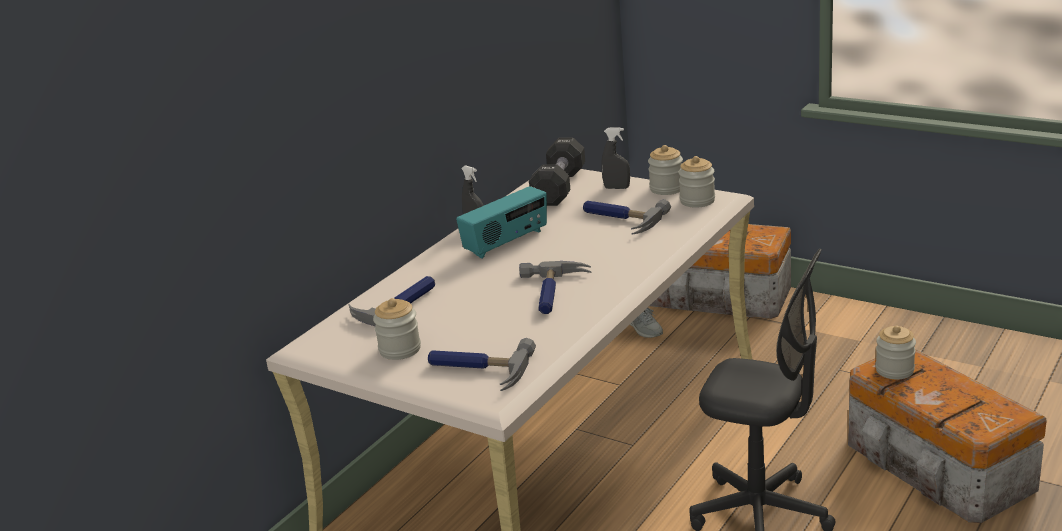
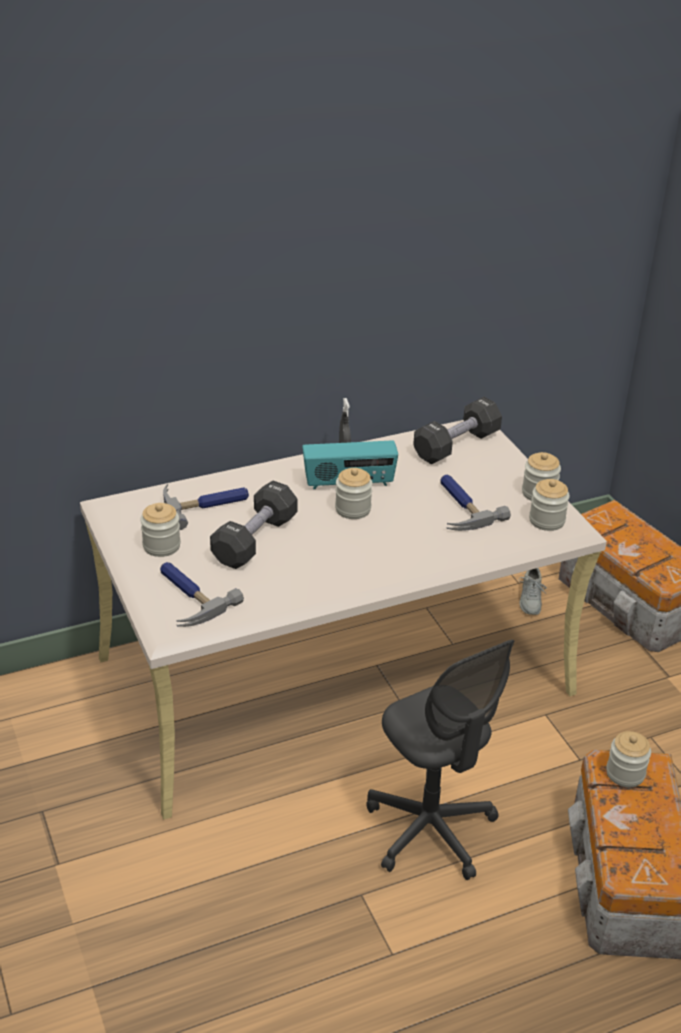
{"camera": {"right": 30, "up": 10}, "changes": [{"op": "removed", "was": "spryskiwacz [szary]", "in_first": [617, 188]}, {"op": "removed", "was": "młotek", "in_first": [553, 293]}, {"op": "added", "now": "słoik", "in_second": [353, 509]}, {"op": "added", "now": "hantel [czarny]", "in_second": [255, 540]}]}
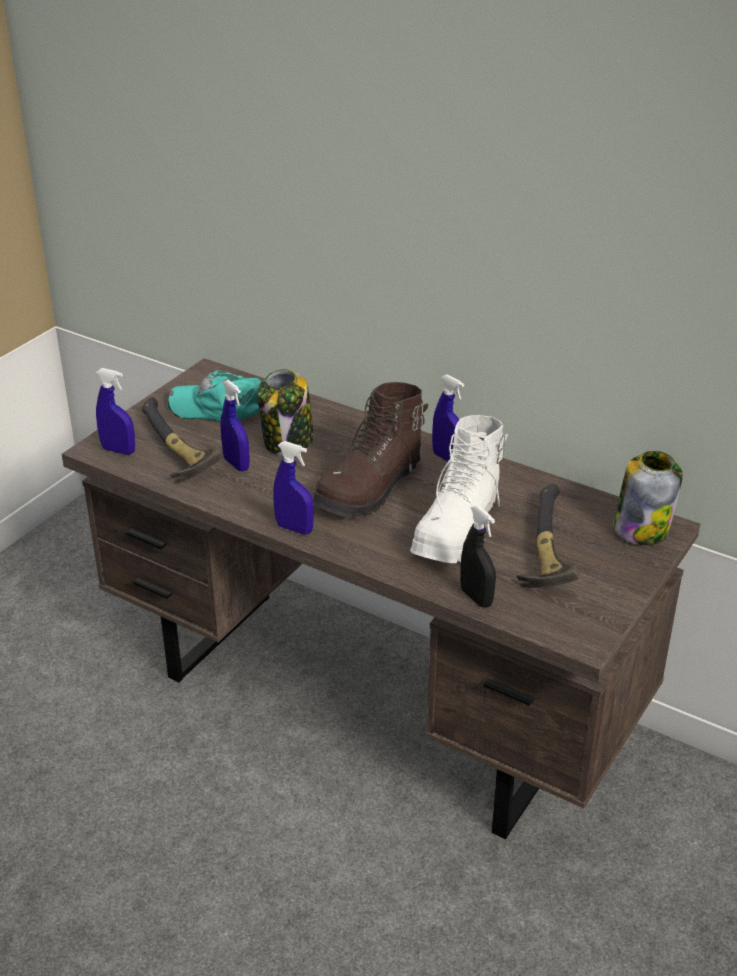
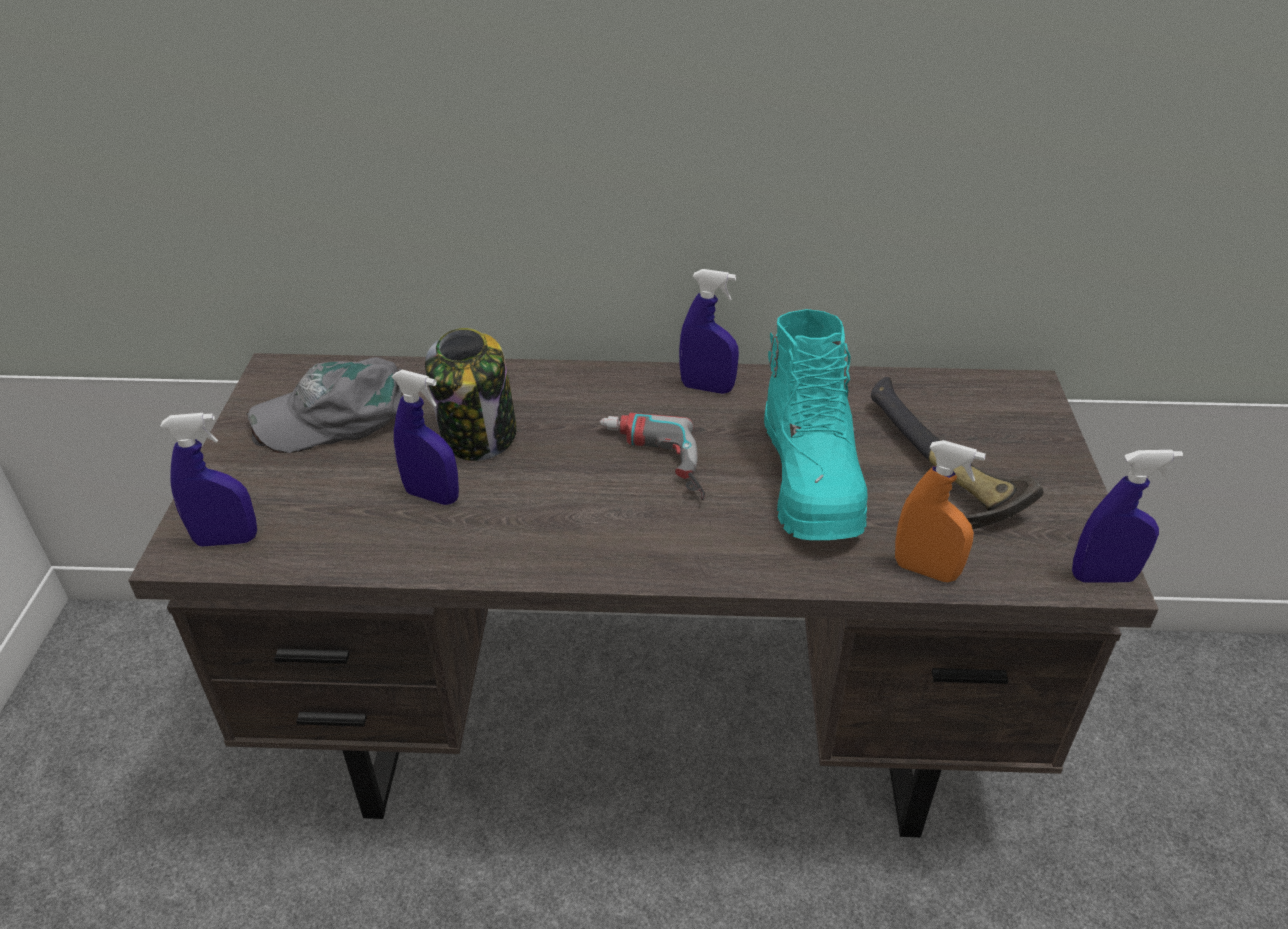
{"camera": {"right": -30, "up": 5}, "changes": [{"op": "recoloured", "was": "czapka z daszkiem [turkusowy]", "now": "czapka z daszkiem [szary]", "in_first": [221, 405], "in_second": [337, 414]}, {"op": "replaced", "was": "but z cholewką [brązowy]", "now": "wiertarka", "in_first": [371, 489], "in_second": [650, 464]}, {"op": "removed", "was": "młotek", "in_first": [173, 451]}, {"op": "recoloured", "was": "but z cholewką [biały]", "now": "but z cholewką [turkusowy]", "in_first": [459, 529], "in_second": [811, 480]}, {"op": "moved", "was": "spryskiwacz [niebieski]", "in_first": [294, 528], "in_second": [1103, 577]}, {"op": "removed", "was": "słoik", "in_first": [641, 528]}, {"op": "recoloured", "was": "spryskiwacz [czarny]", "now": "spryskiwacz [pomarańczowy]", "in_first": [476, 597], "in_second": [925, 570]}]}
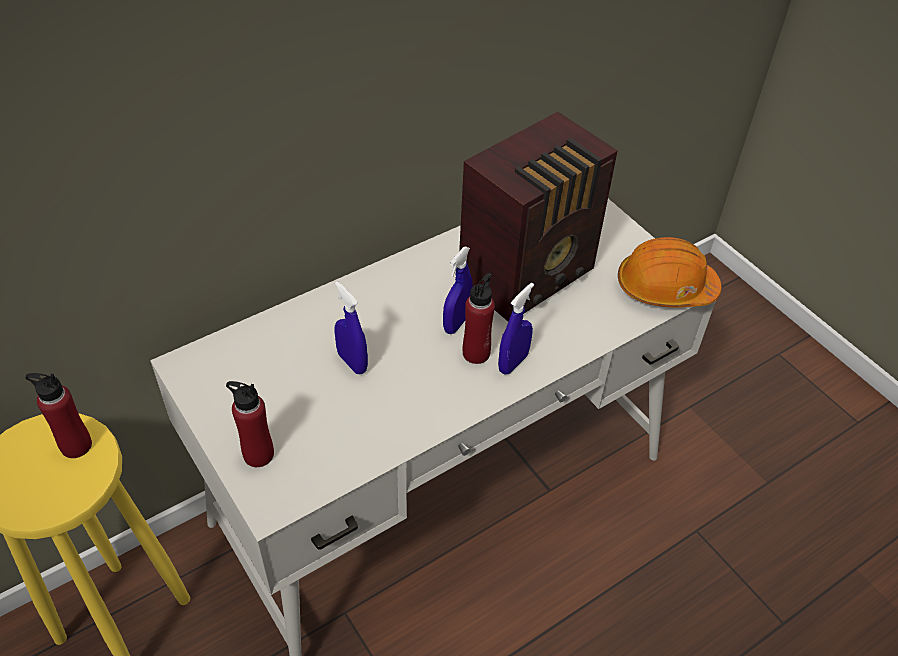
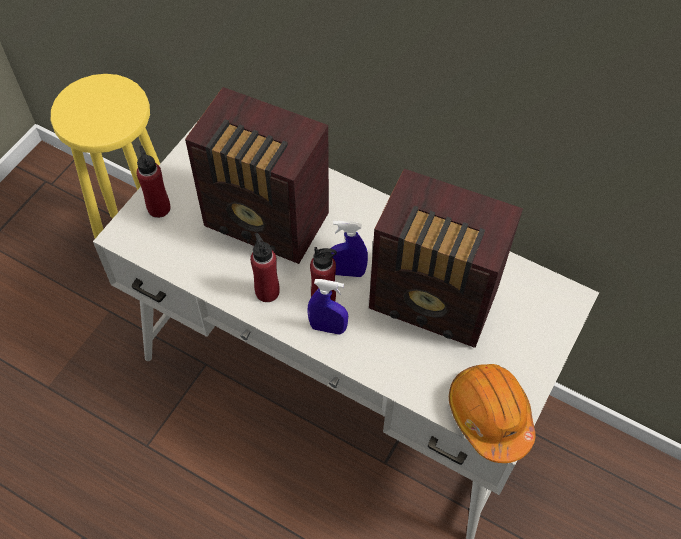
{"camera": {"right": 65, "up": 10}, "changes": [{"op": "replaced", "was": "spryskiwacz [niebieski]", "now": "radio", "in_first": [352, 362], "in_second": [268, 223]}, {"op": "moved", "was": "butelka [czerwony]", "in_first": [76, 445], "in_second": [267, 291]}]}
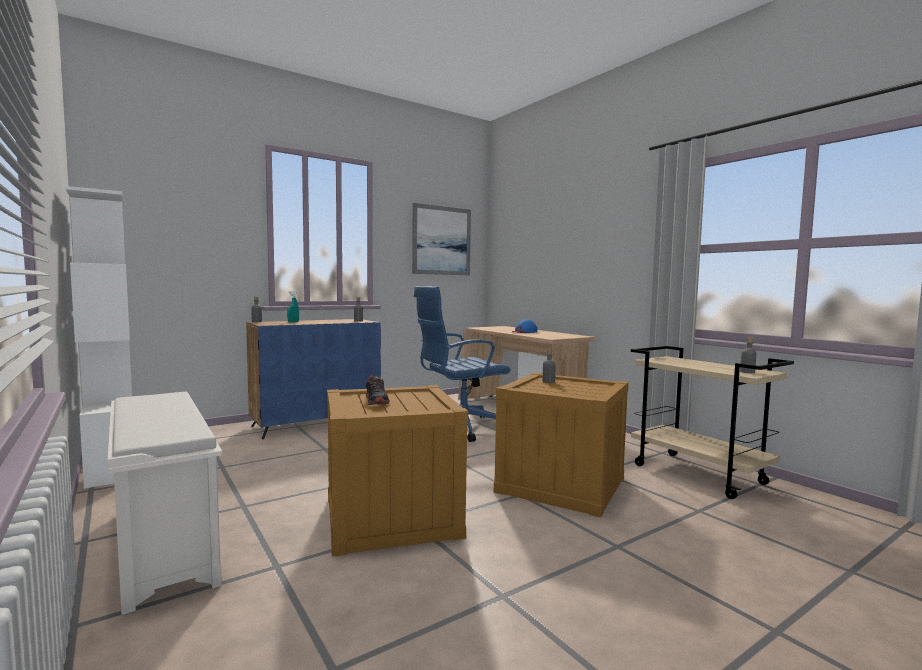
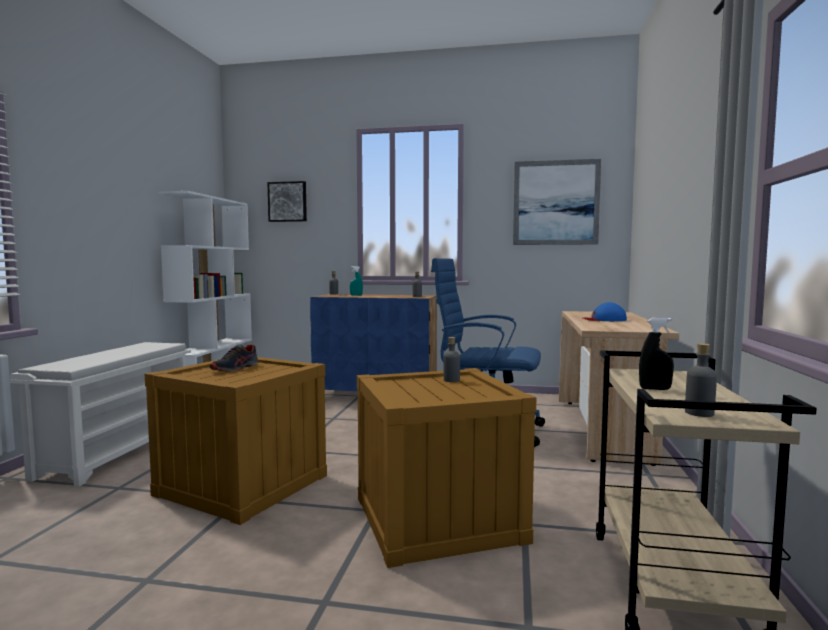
{"camera": {"right": 45, "up": 0}, "changes": [{"op": "added", "now": "obraz", "in_second": [288, 202]}, {"op": "added", "now": "spryskiwacz [czarny]", "in_second": [655, 389]}]}
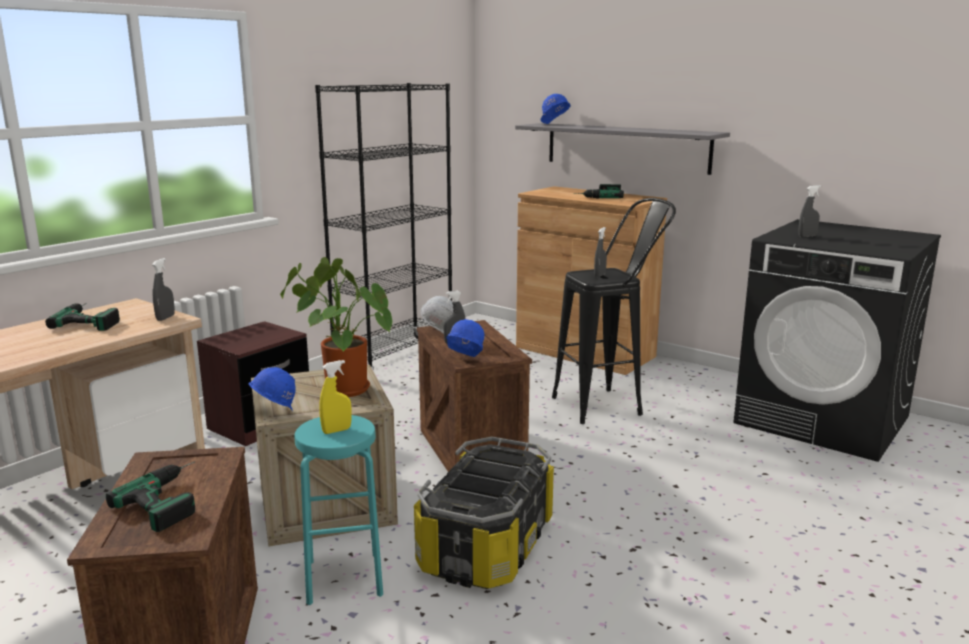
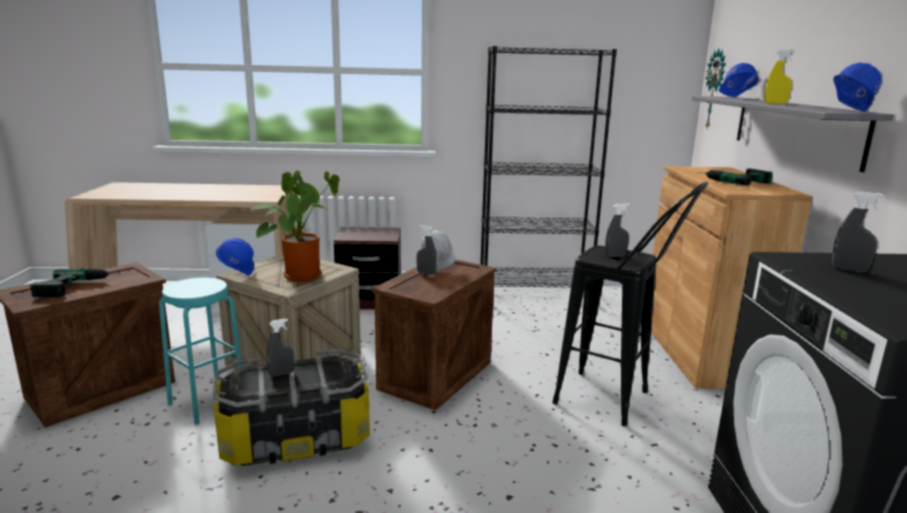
{"camera": {"right": 50, "up": 0}, "changes": [{"op": "moved", "was": "spryskiwacz [szary]", "in_first": [165, 318], "in_second": [281, 374]}, {"op": "removed", "was": "wiertarka", "in_first": [92, 320]}, {"op": "moved", "was": "kask [niebieski]", "in_first": [464, 361], "in_second": [848, 111]}, {"op": "moved", "was": "spryskiwacz [żółty]", "in_first": [336, 430], "in_second": [775, 103]}, {"op": "added", "now": "zegar ścienny", "in_second": [716, 89]}]}
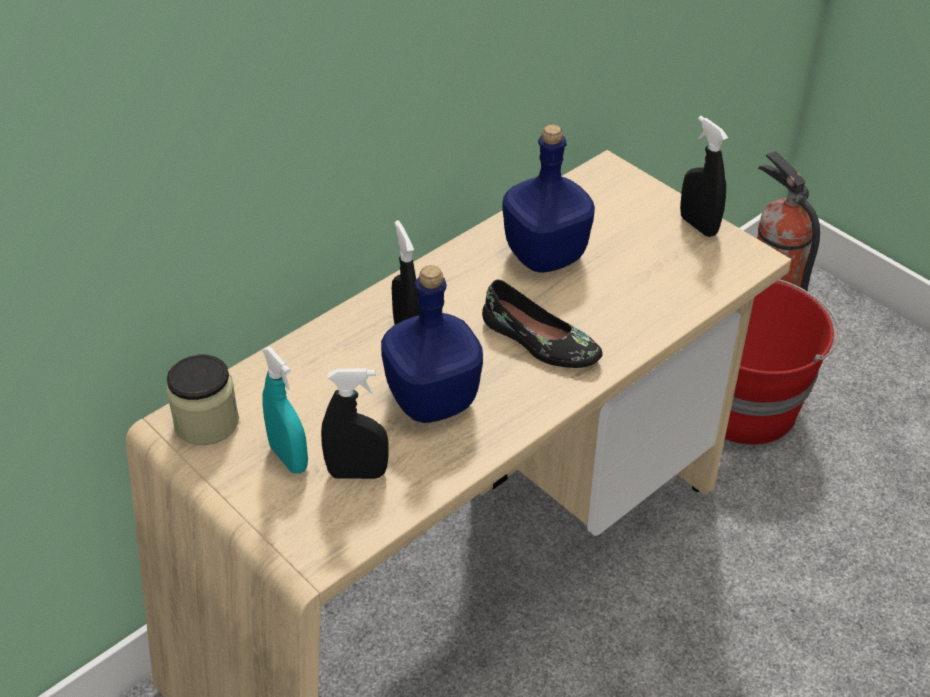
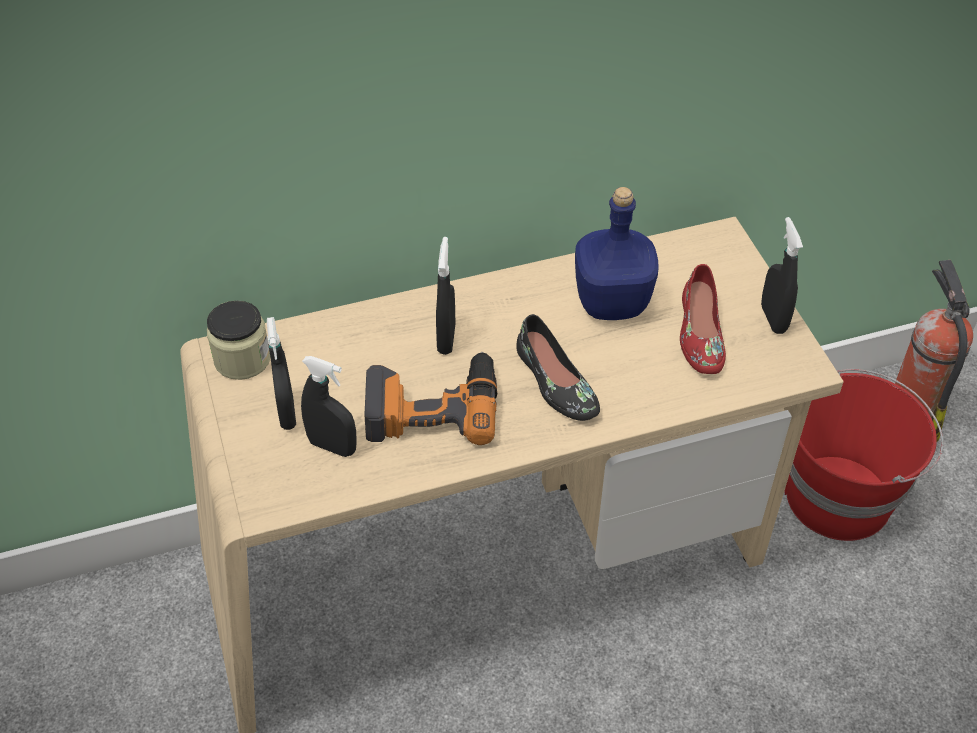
{"camera": {"right": 25, "up": 5}, "changes": [{"op": "replaced", "was": "butelka [niebieski]", "now": "wiertarka", "in_first": [433, 401], "in_second": [432, 405]}, {"op": "recoloured", "was": "spryskiwacz [turkusowy]", "now": "spryskiwacz [czarny]", "in_first": [288, 458], "in_second": [287, 413]}, {"op": "added", "now": "but [czerwony]", "in_second": [699, 334]}]}
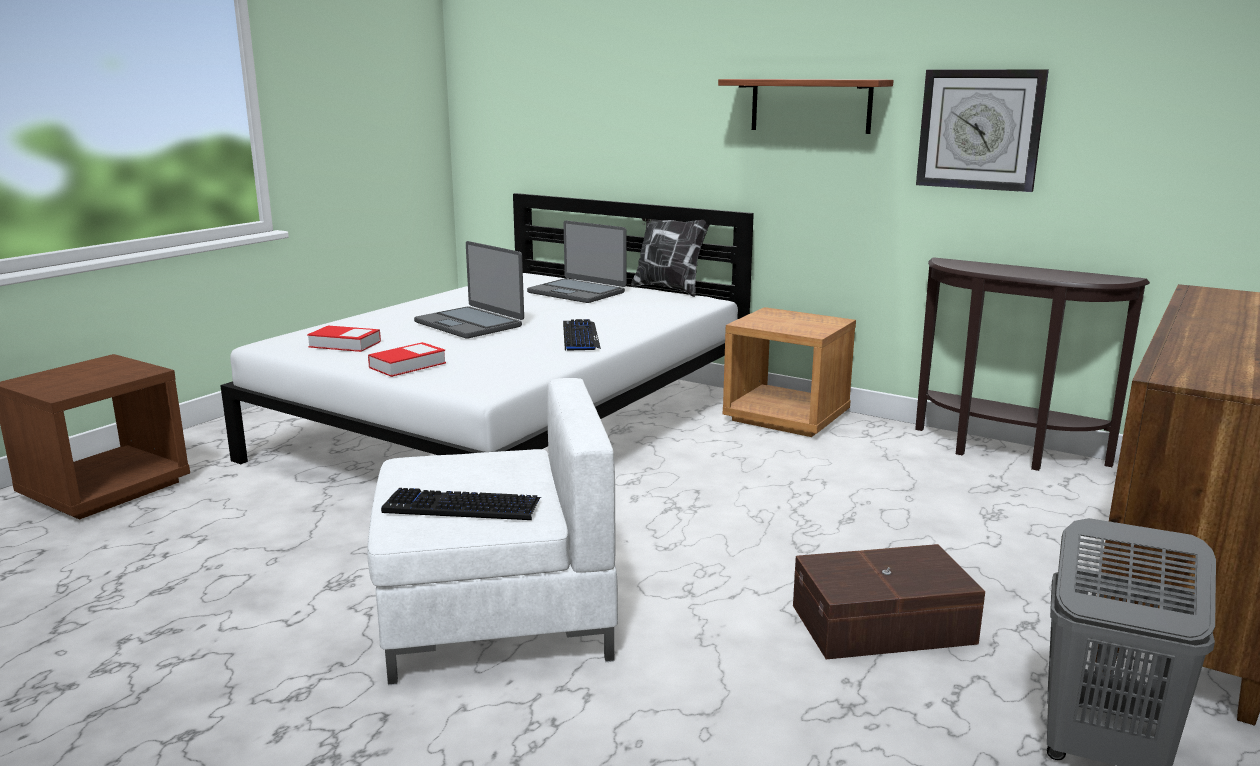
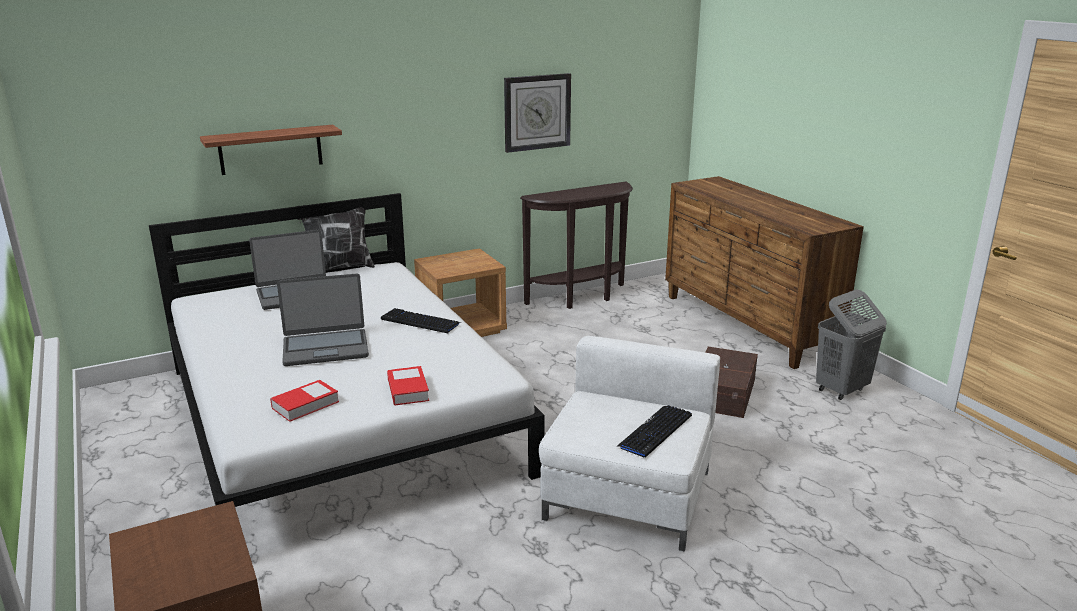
{"camera": {"right": -60, "up": 5}, "changes": [{"op": "moved", "was": "półka", "in_first": [810, 105], "in_second": [270, 149]}]}
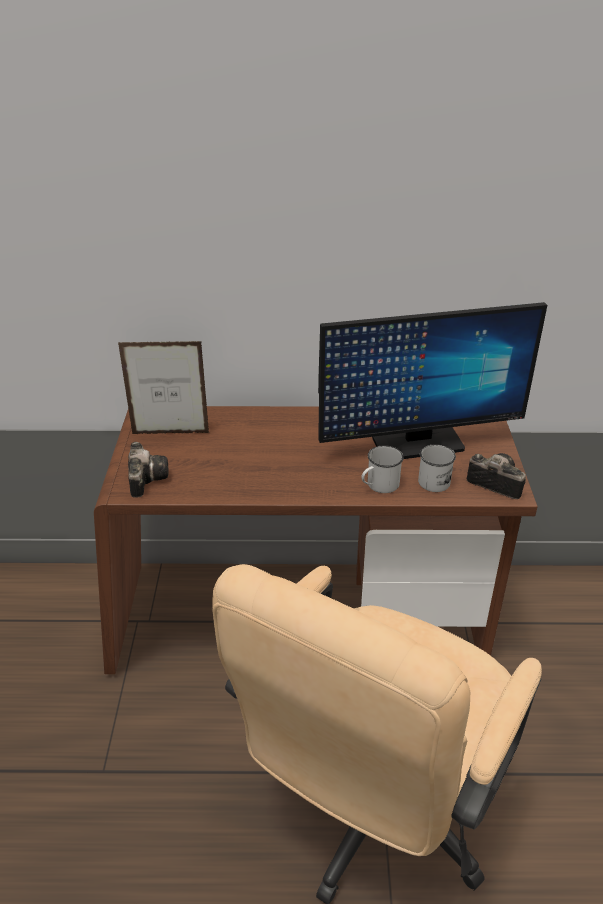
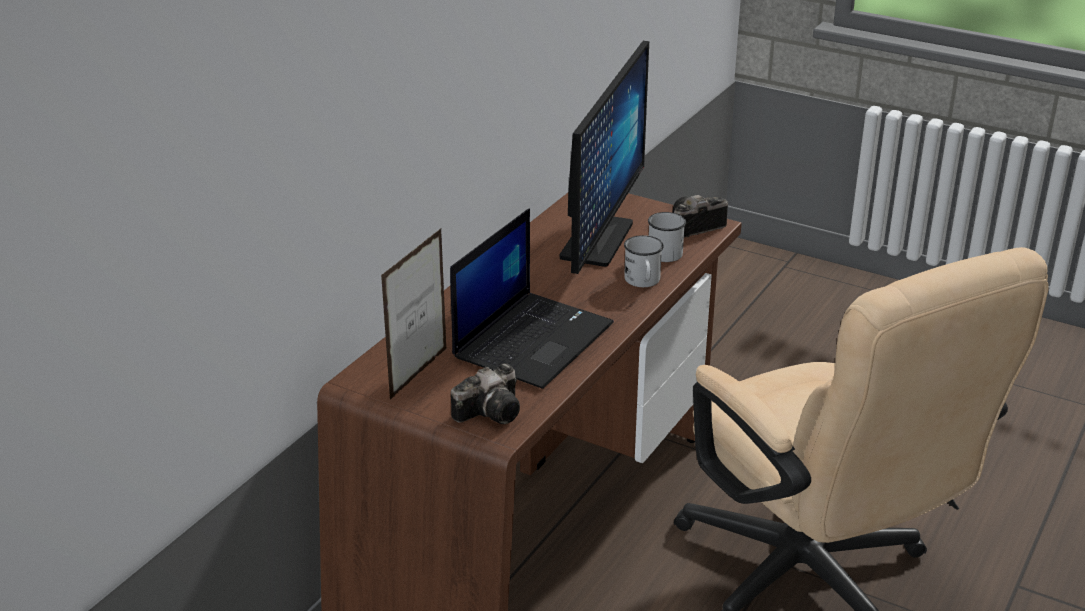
{"camera": {"right": -60, "up": -5}, "changes": [{"op": "turned", "was": "aparat fotograficzny", "in_first": [146, 478], "in_second": [492, 411], "clockwise": 120}, {"op": "added", "now": "laptop", "in_second": [533, 339]}]}
